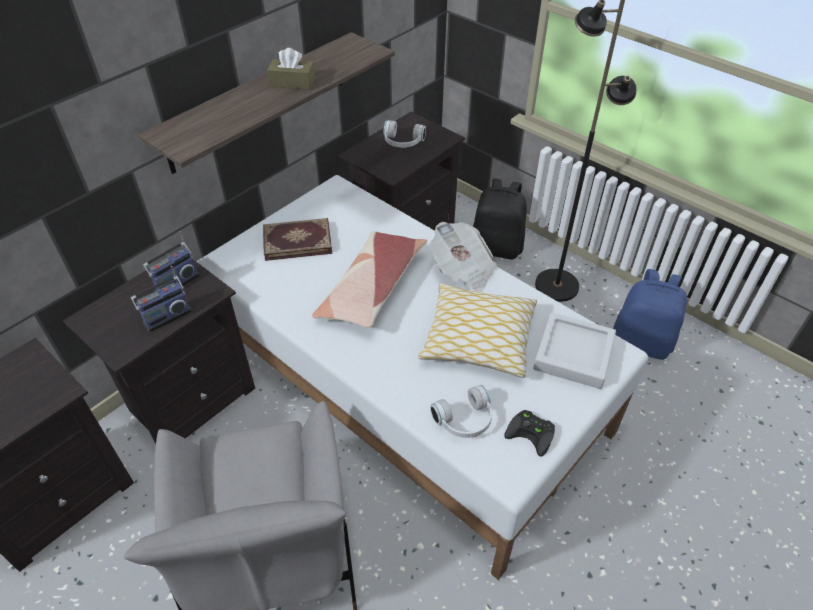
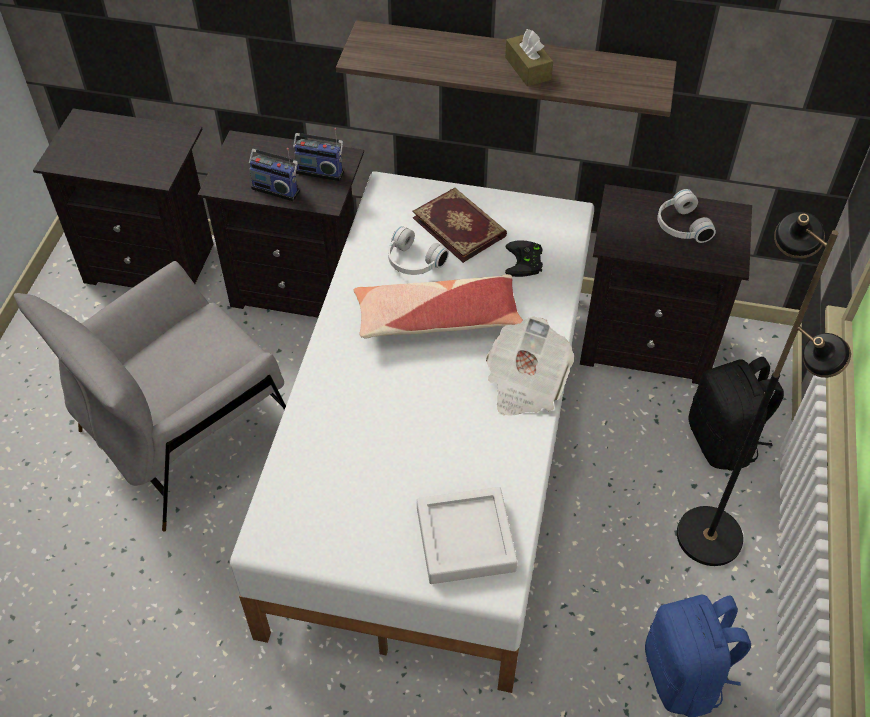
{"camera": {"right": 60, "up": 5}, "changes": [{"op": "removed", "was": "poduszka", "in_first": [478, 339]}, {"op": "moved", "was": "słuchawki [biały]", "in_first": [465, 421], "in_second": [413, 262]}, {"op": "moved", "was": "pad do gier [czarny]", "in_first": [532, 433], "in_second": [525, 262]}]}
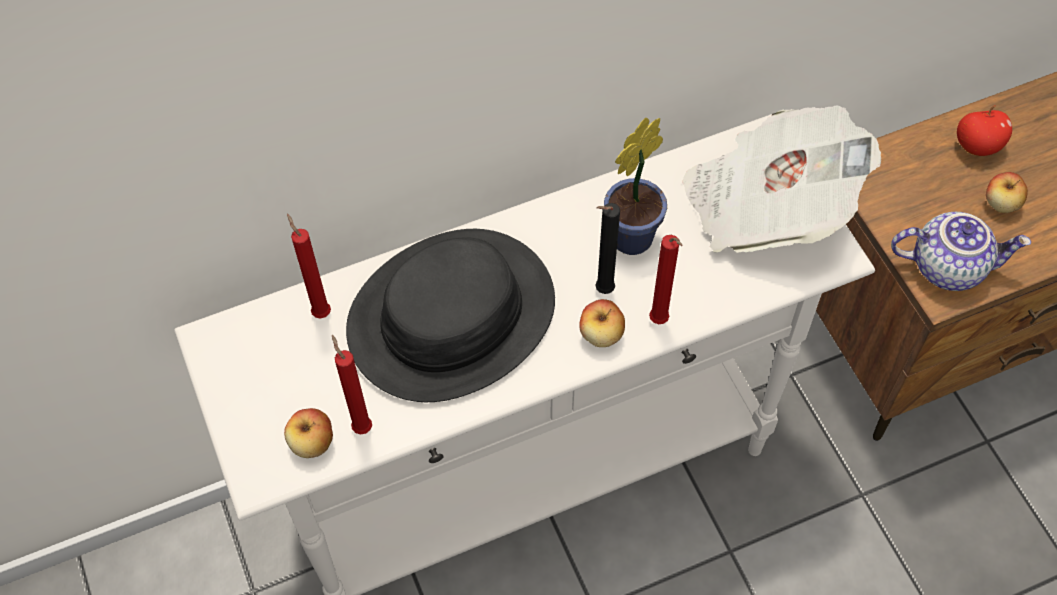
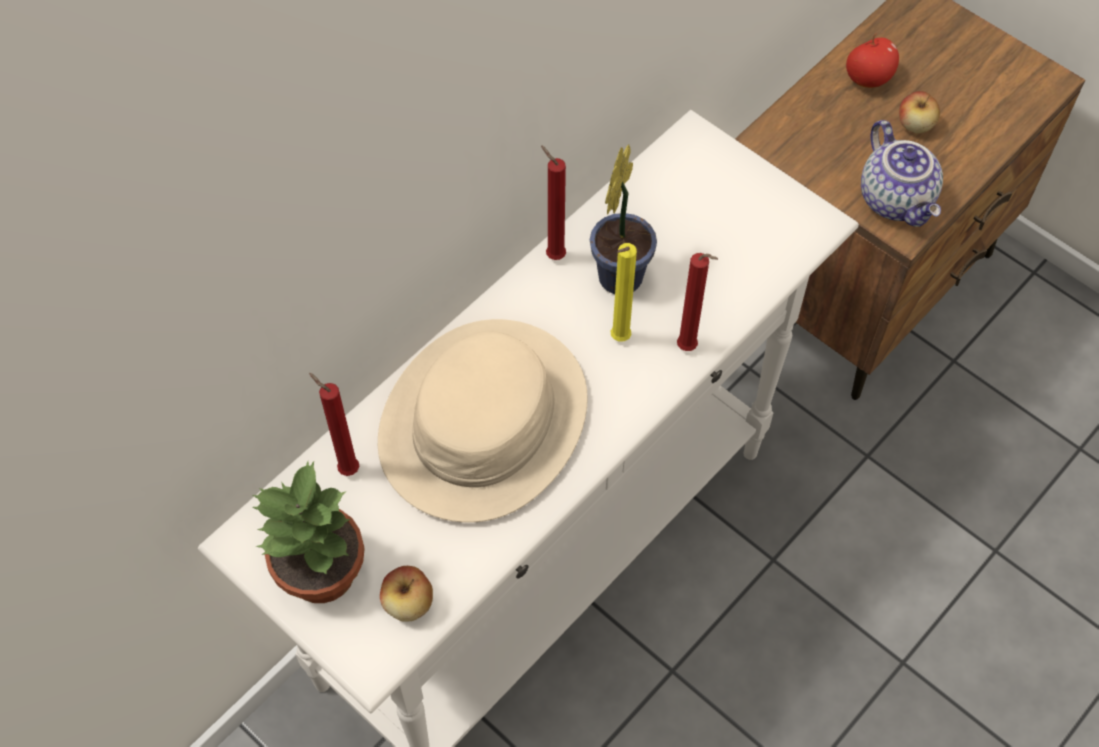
{"camera": {"right": -25, "up": 0}, "changes": [{"op": "removed", "was": "gazeta", "in_first": [768, 205]}, {"op": "recoloured", "was": "świeca [czarny]", "now": "świeca [żółty]", "in_first": [601, 291], "in_second": [618, 340]}, {"op": "turned", "was": "imbryk", "in_first": [948, 265], "in_second": [897, 200], "clockwise": 90}, {"op": "recoloured", "was": "kapelusz [czarny]", "now": "kapelusz [beżowy]", "in_first": [452, 317], "in_second": [484, 421]}, {"op": "removed", "was": "jabłko", "in_first": [601, 334]}, {"op": "moved", "was": "świeca [czerwony]", "in_first": [361, 425], "in_second": [553, 255]}, {"op": "added", "now": "roślina doniczkowa", "in_second": [320, 573]}]}
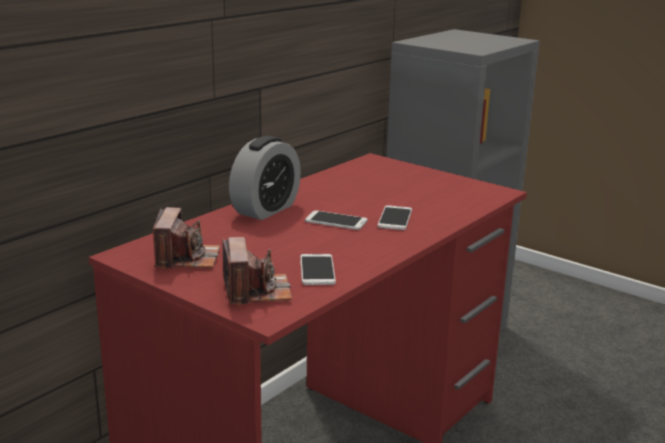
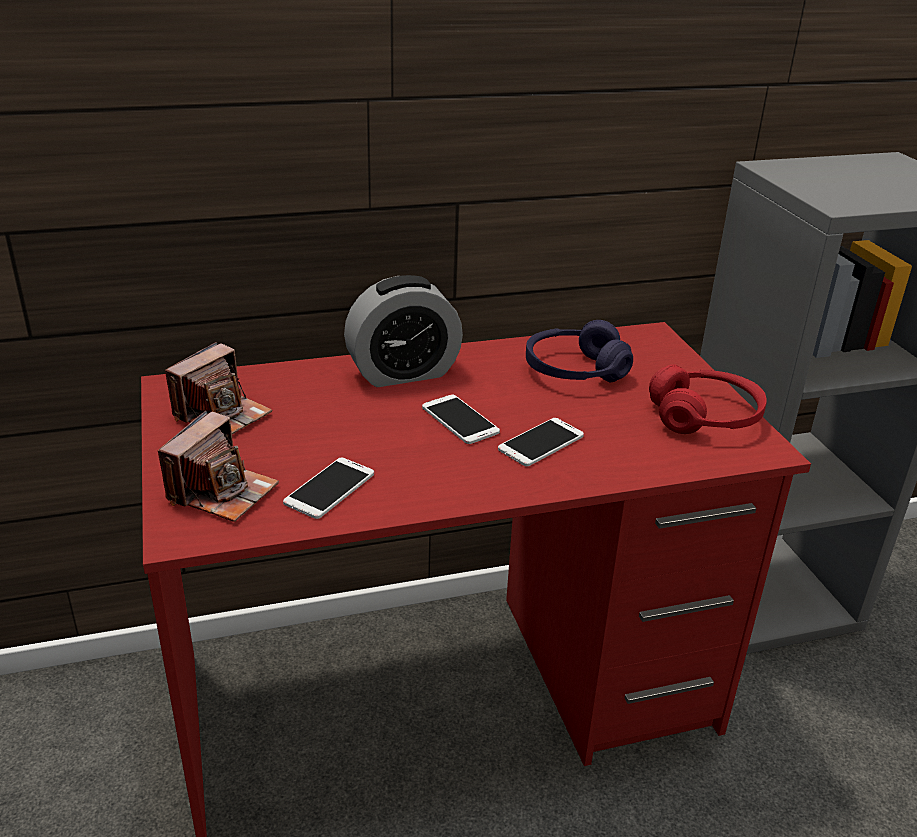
{"camera": {"right": 35, "up": 10}, "changes": [{"op": "added", "now": "słuchawki [fioletowy]", "in_second": [575, 371]}, {"op": "added", "now": "słuchawki [czerwony]", "in_second": [704, 417]}]}
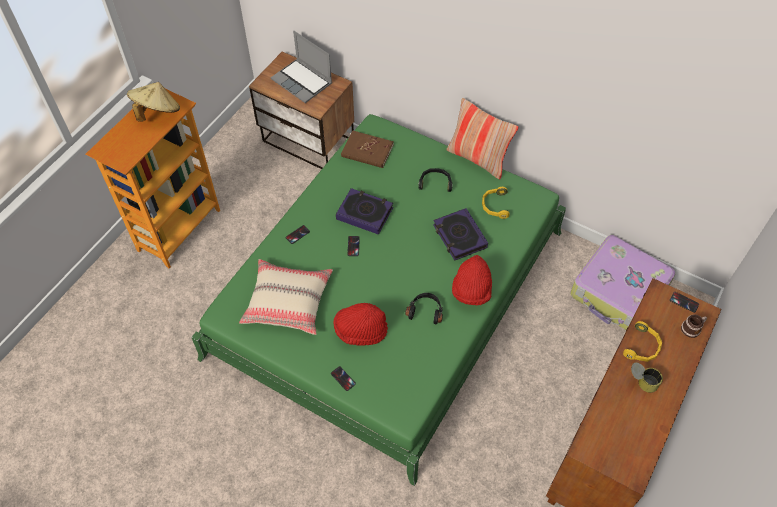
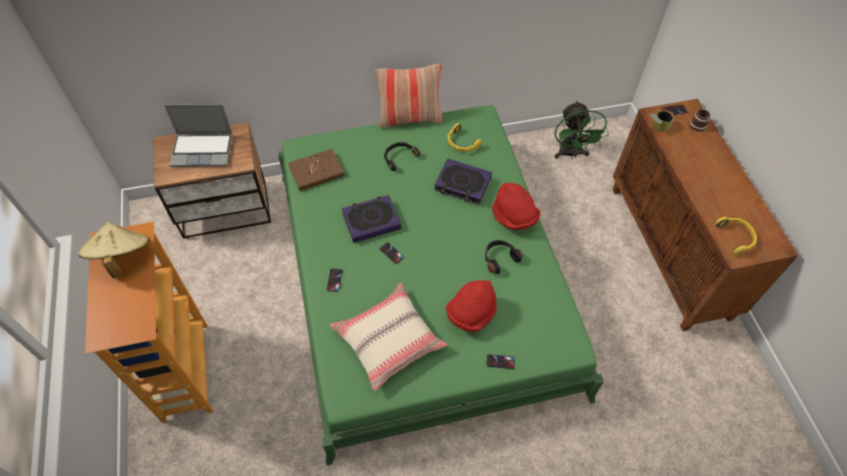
{"camera": {"right": -45, "up": 0}, "changes": [{"op": "replaced", "was": "walizka", "now": "wentylator [zielony]", "in_first": [619, 292], "in_second": [570, 154]}, {"op": "moved", "was": "słuchawki [żółty]", "in_first": [642, 347], "in_second": [736, 237]}, {"op": "moved", "was": "puszka", "in_first": [642, 381], "in_second": [656, 127]}]}
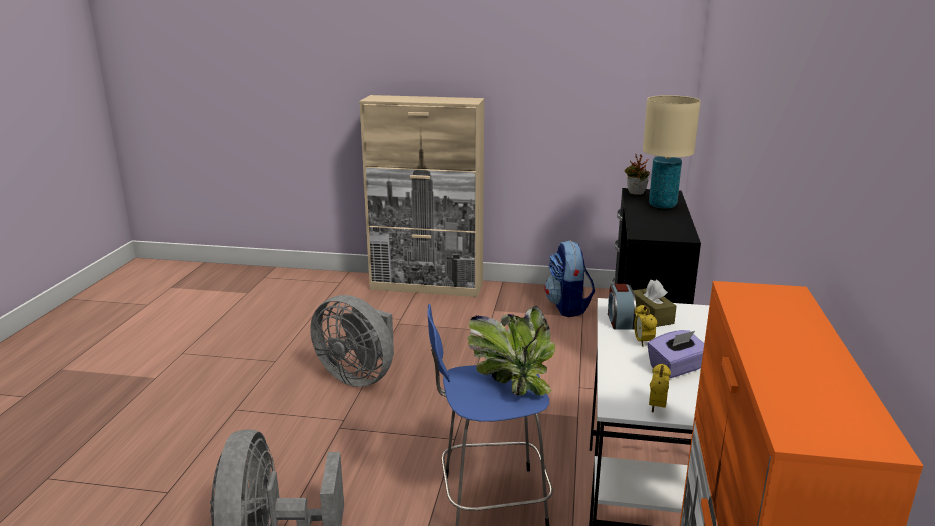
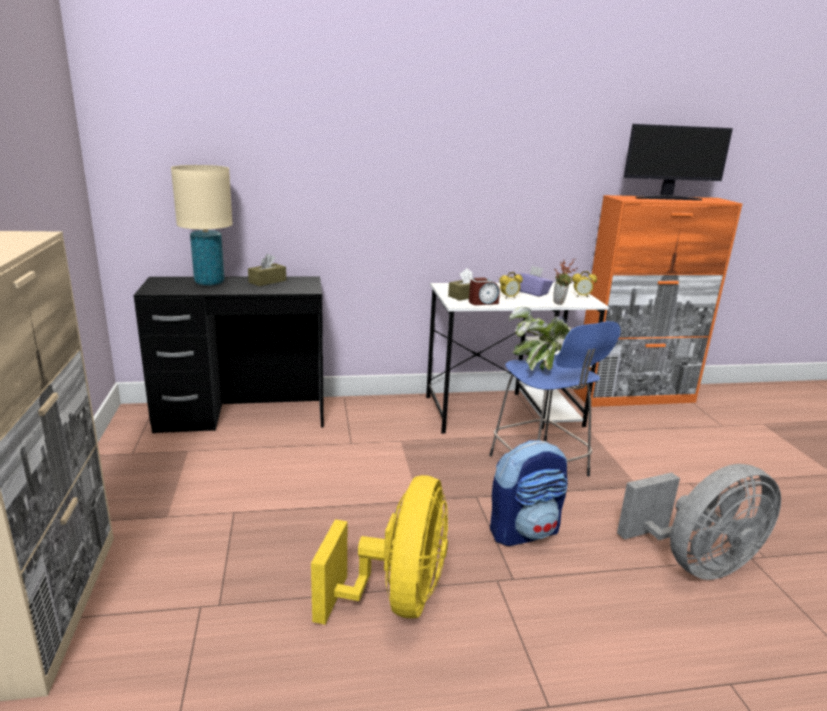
{"camera": {"right": -110, "up": 0}, "changes": [{"op": "moved", "was": "roślina doniczkowa", "in_first": [635, 194], "in_second": [560, 303]}, {"op": "moved", "was": "plecak", "in_first": [568, 307], "in_second": [524, 531]}, {"op": "recoloured", "was": "wentylator [szary]", "now": "wentylator [żółty]", "in_first": [359, 376], "in_second": [396, 598]}, {"op": "added", "now": "monitor", "in_second": [667, 198]}, {"op": "added", "now": "pudełko chusteczek [brązowy]", "in_second": [267, 281]}]}
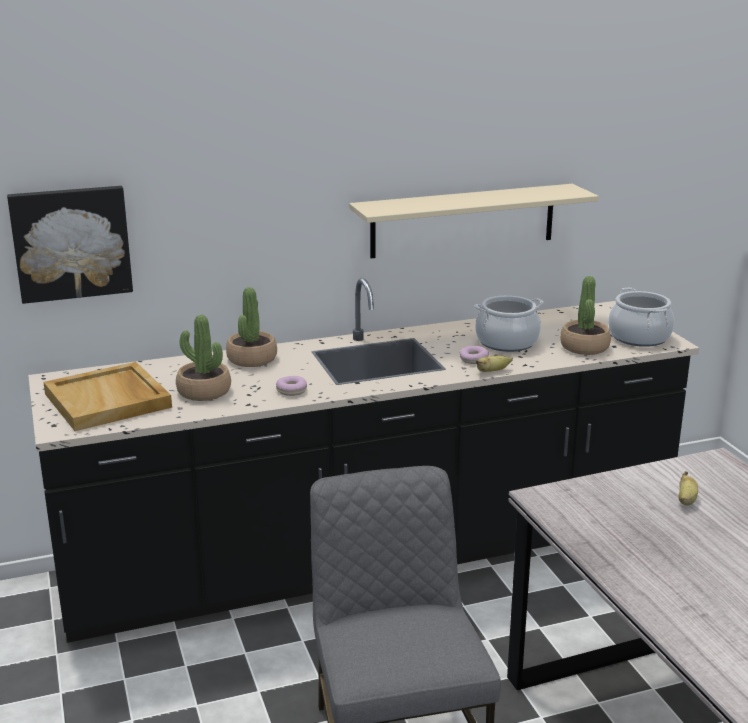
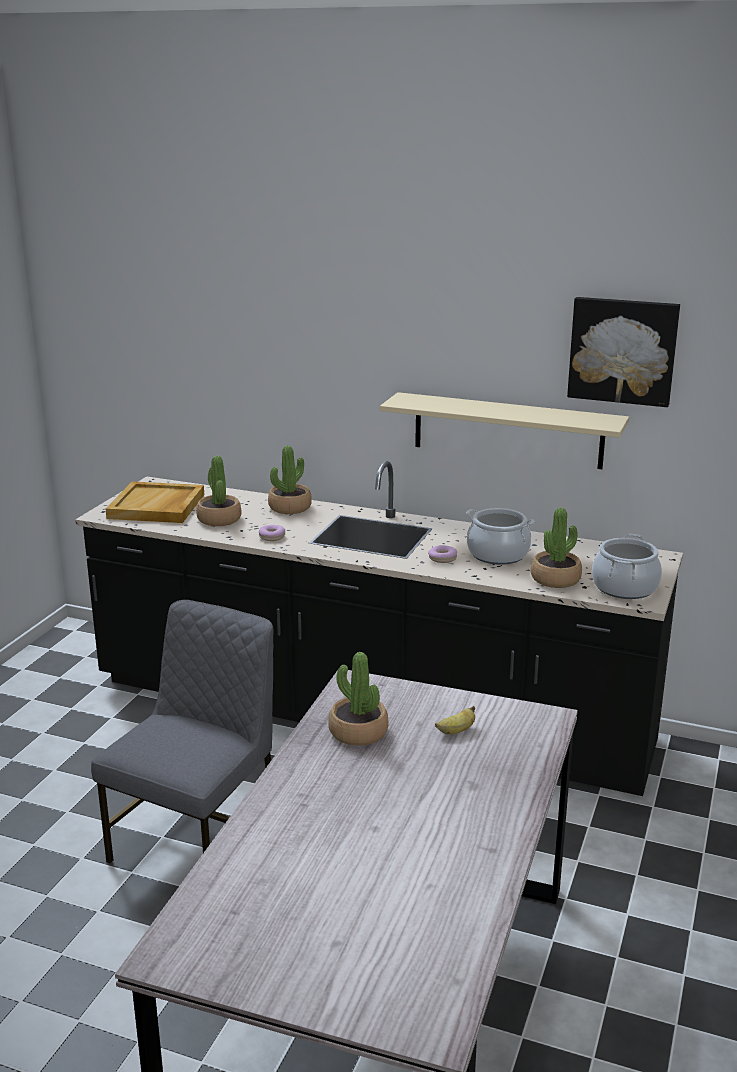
{"camera": {"right": 40, "up": 0}, "changes": [{"op": "moved", "was": "obraz", "in_first": [71, 243], "in_second": [623, 350]}, {"op": "removed", "was": "banan", "in_first": [492, 371]}, {"op": "added", "now": "roślina doniczkowa", "in_second": [358, 732]}]}
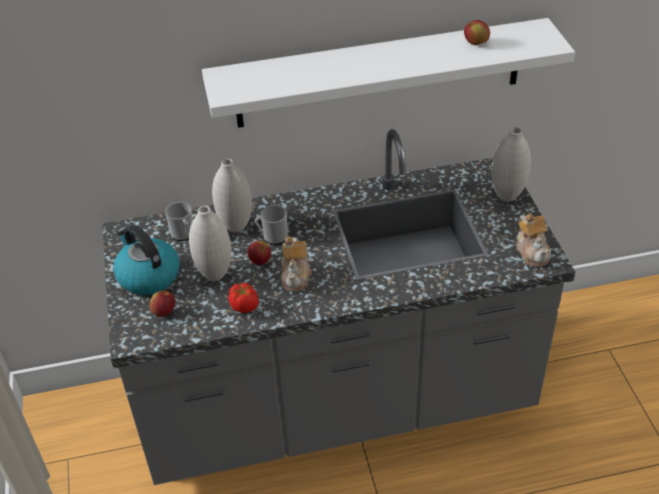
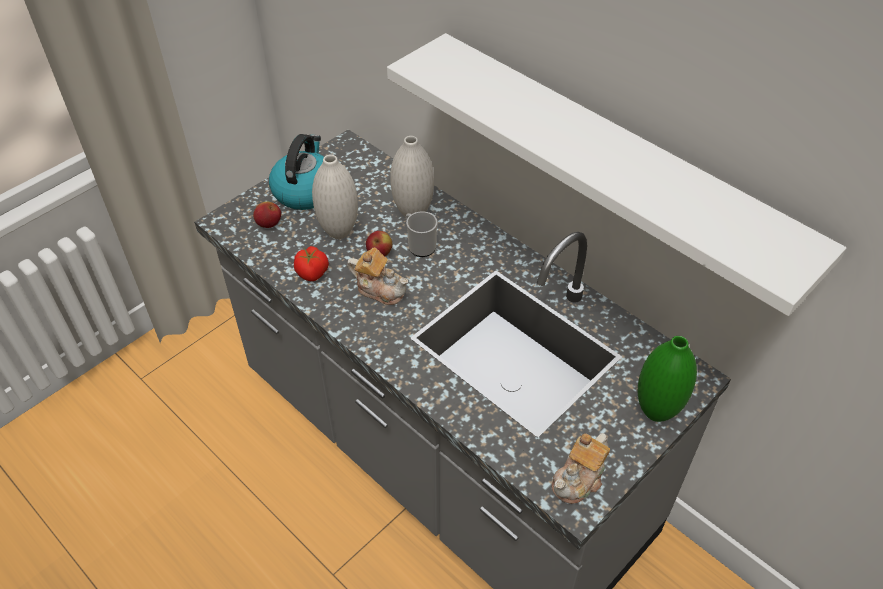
{"camera": {"right": 55, "up": 5}, "changes": [{"op": "removed", "was": "jabłko", "in_first": [476, 43]}, {"op": "recoloured", "was": "wazon [biały]", "now": "wazon [zielony]", "in_first": [507, 195], "in_second": [656, 411]}, {"op": "removed", "was": "kubek", "in_first": [184, 234]}, {"op": "turned", "was": "imbryk", "in_first": [296, 275], "in_second": [380, 289], "clockwise": -120}]}
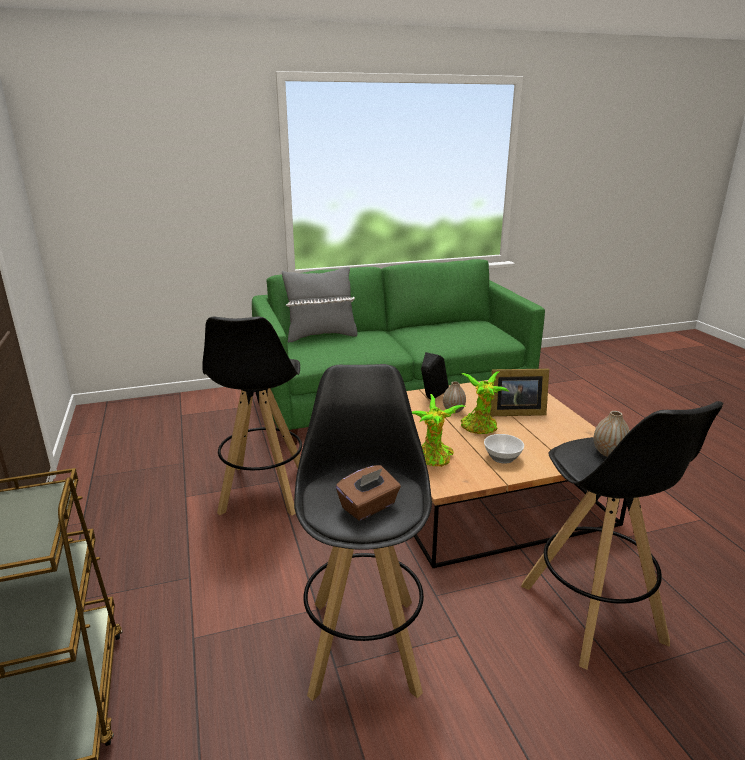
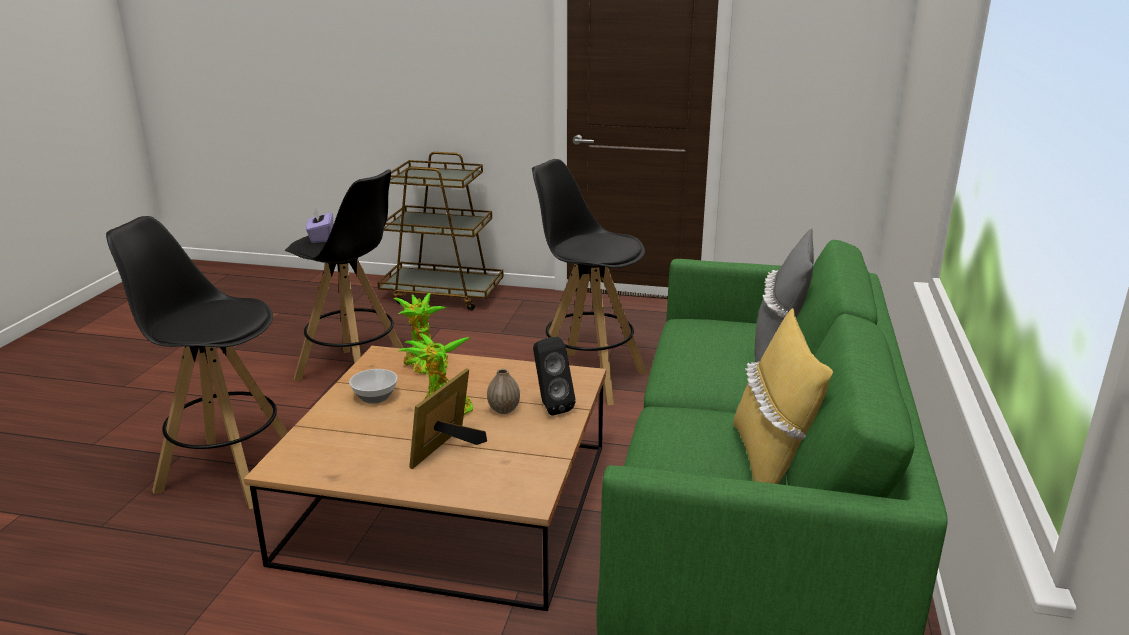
{"camera": {"right": 120, "up": 0}, "changes": [{"op": "removed", "was": "wazon", "in_first": [608, 453]}, {"op": "recoloured", "was": "pudełko chusteczek [brązowy]", "now": "pudełko chusteczek [fioletowy]", "in_first": [369, 507], "in_second": [321, 238]}, {"op": "added", "now": "poduszka [żółty]", "in_second": [770, 461]}]}
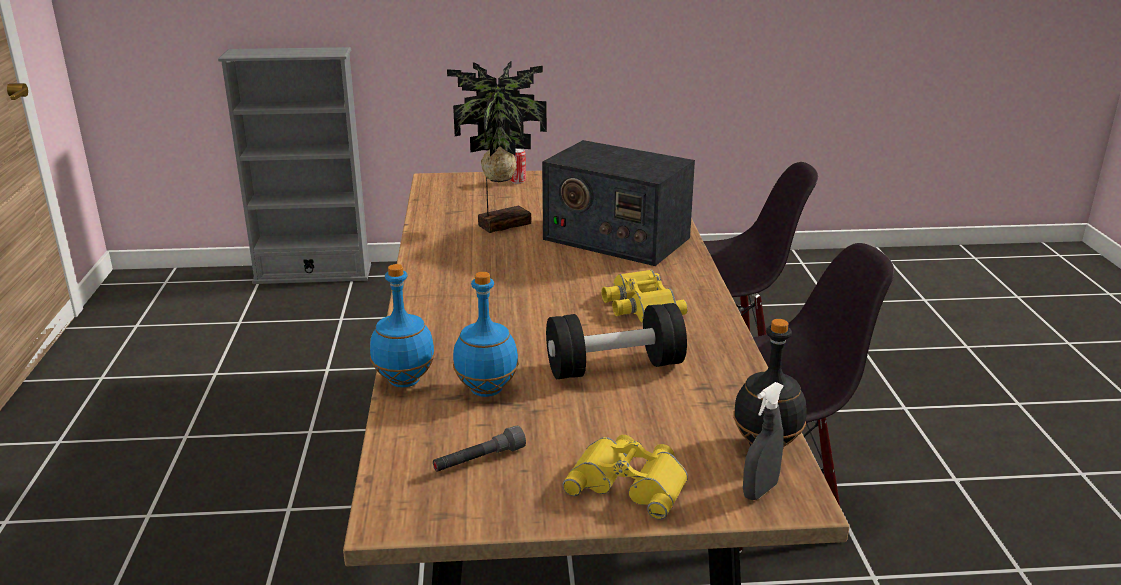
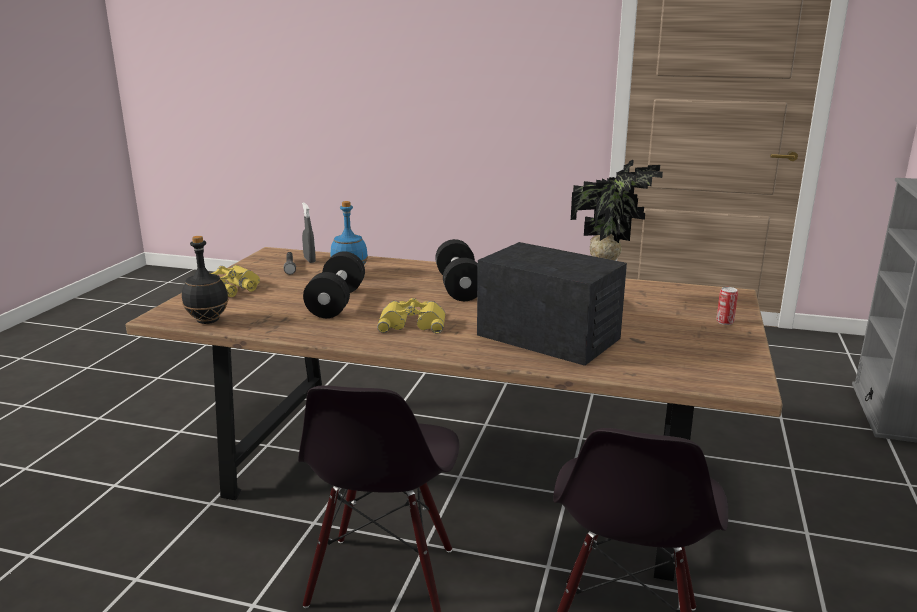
{"camera": {"right": 110, "up": -5}, "changes": [{"op": "turned", "was": "radio", "in_first": [615, 238], "in_second": [549, 337], "clockwise": 75}, {"op": "removed", "was": "butelka [niebieski]", "in_first": [403, 381]}, {"op": "moved", "was": "spryskiwacz [szary]", "in_first": [760, 490], "in_second": [309, 260]}, {"op": "added", "now": "hantel [czarny]", "in_second": [459, 287]}]}
